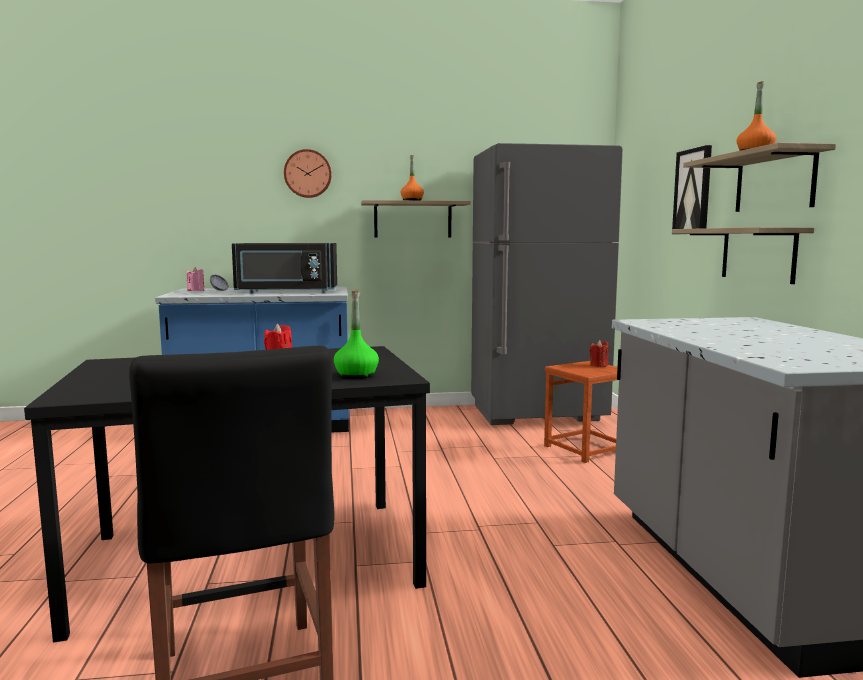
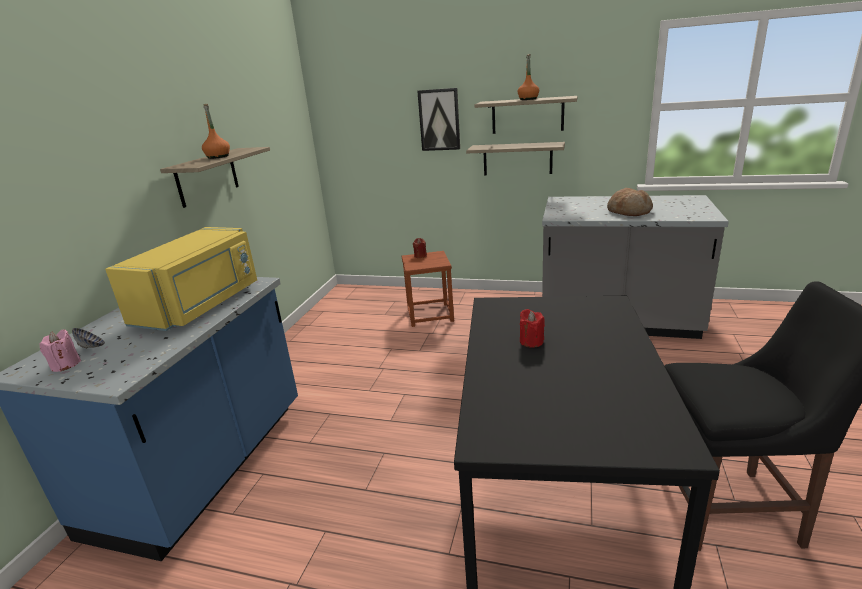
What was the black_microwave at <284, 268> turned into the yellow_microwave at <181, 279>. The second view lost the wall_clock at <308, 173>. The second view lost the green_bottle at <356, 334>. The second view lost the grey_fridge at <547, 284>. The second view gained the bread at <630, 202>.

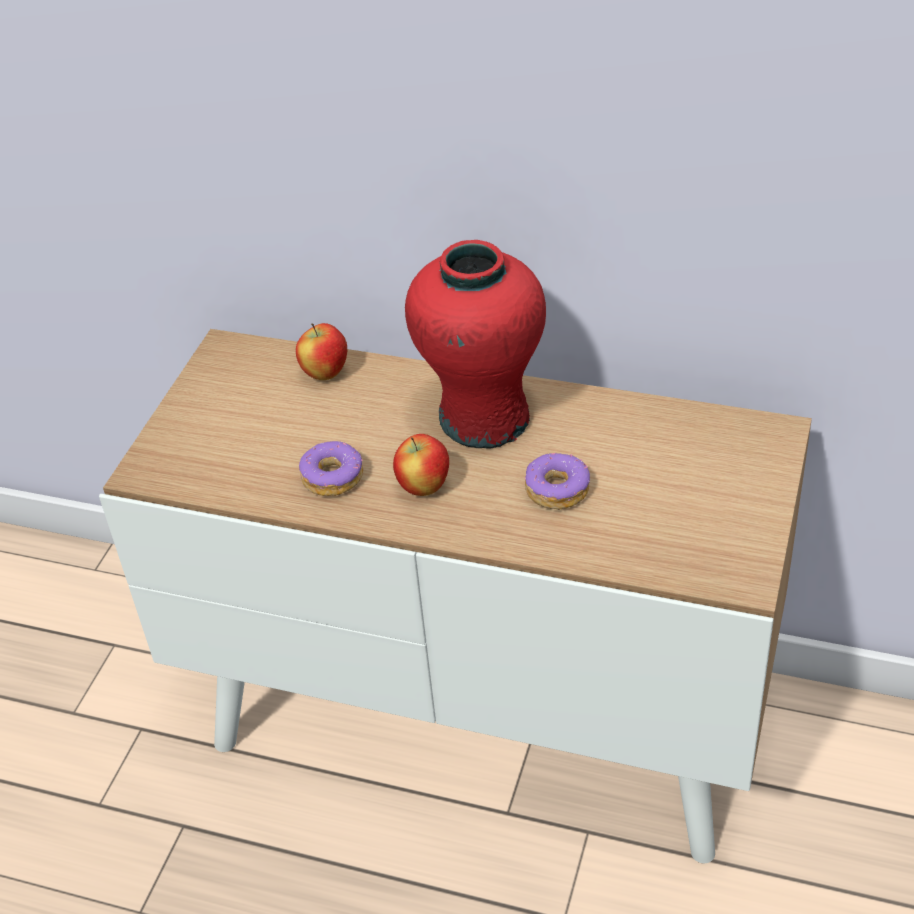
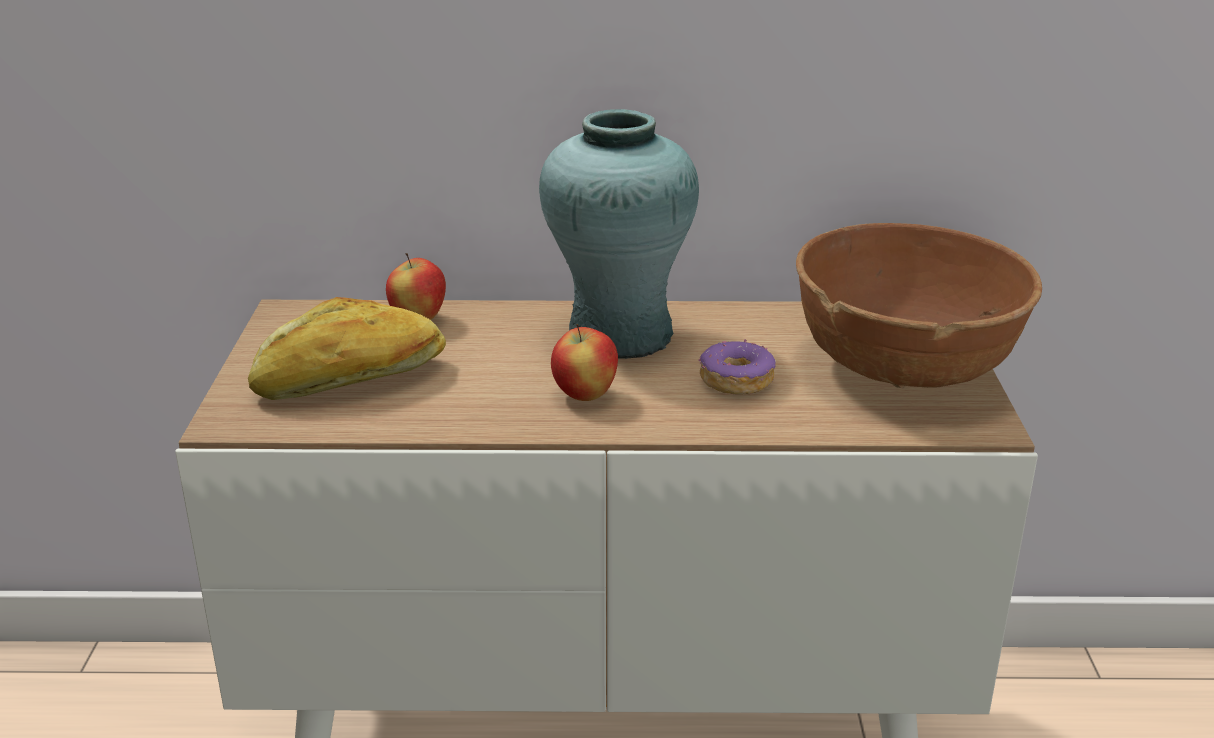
The second view lost the donut at <331, 468>. What was the red_vase at <475, 344> turned into the turquoise_vase at <619, 234>. The second view gained the bread at <347, 348>. The second view gained the brown_bowl at <919, 305>.

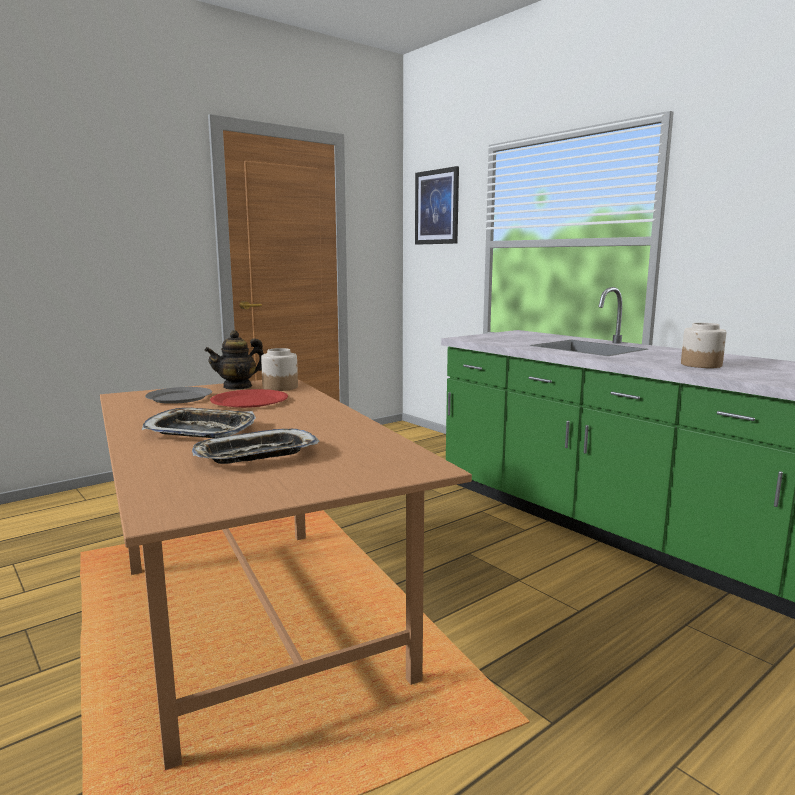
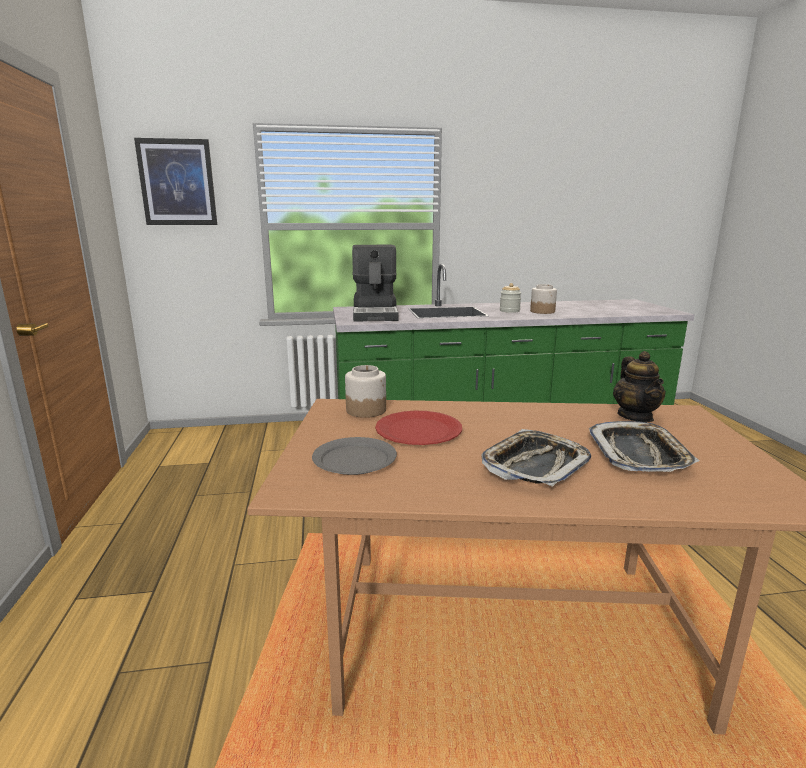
The teapot ended up elsewhere, having gone from <234, 360> to <639, 386>. The second view gained the coffee_machine at <375, 283>. The second view gained the jar at <510, 298>.

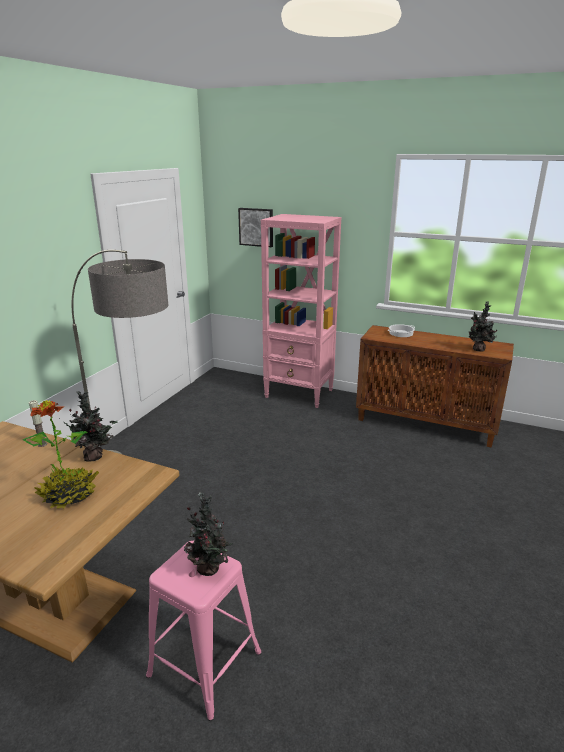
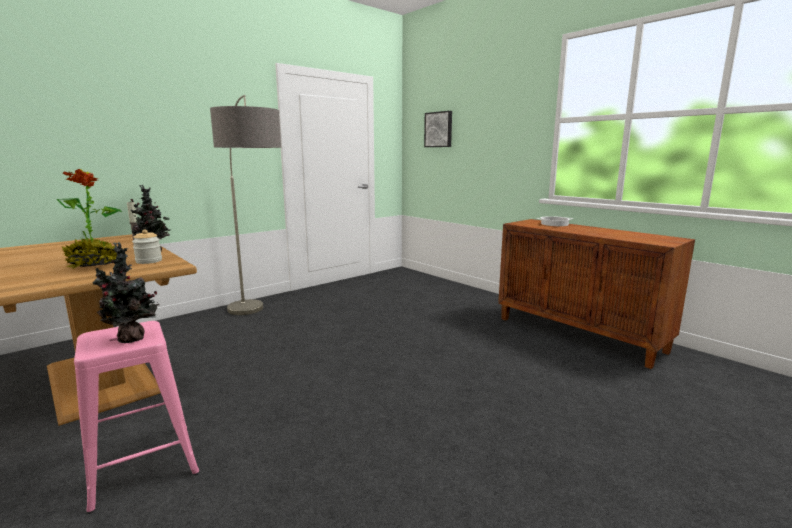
The second view lost the pink_bookcase at <301, 311>. The second view lost the potted_plant at <483, 326>. The second view gained the jar at <147, 247>.

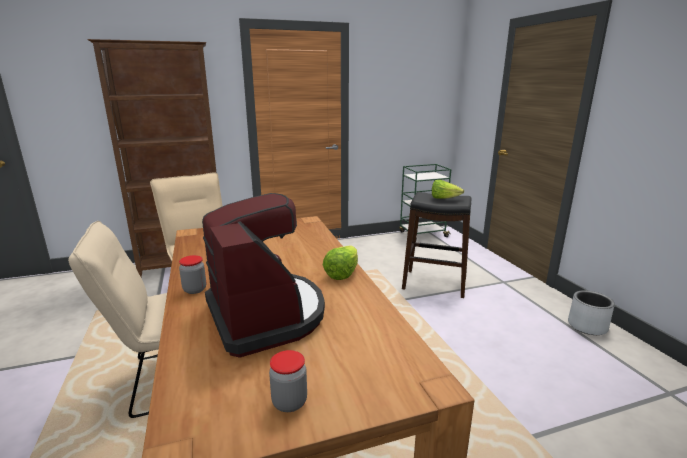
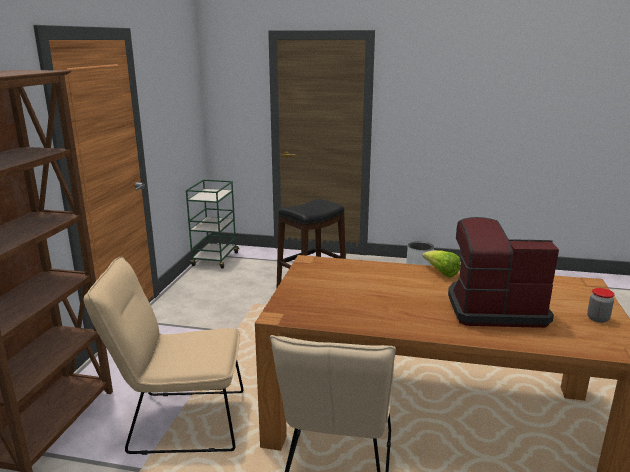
The second view lost the jar at <192, 274>. The second view lost the lettuce at <448, 189>.

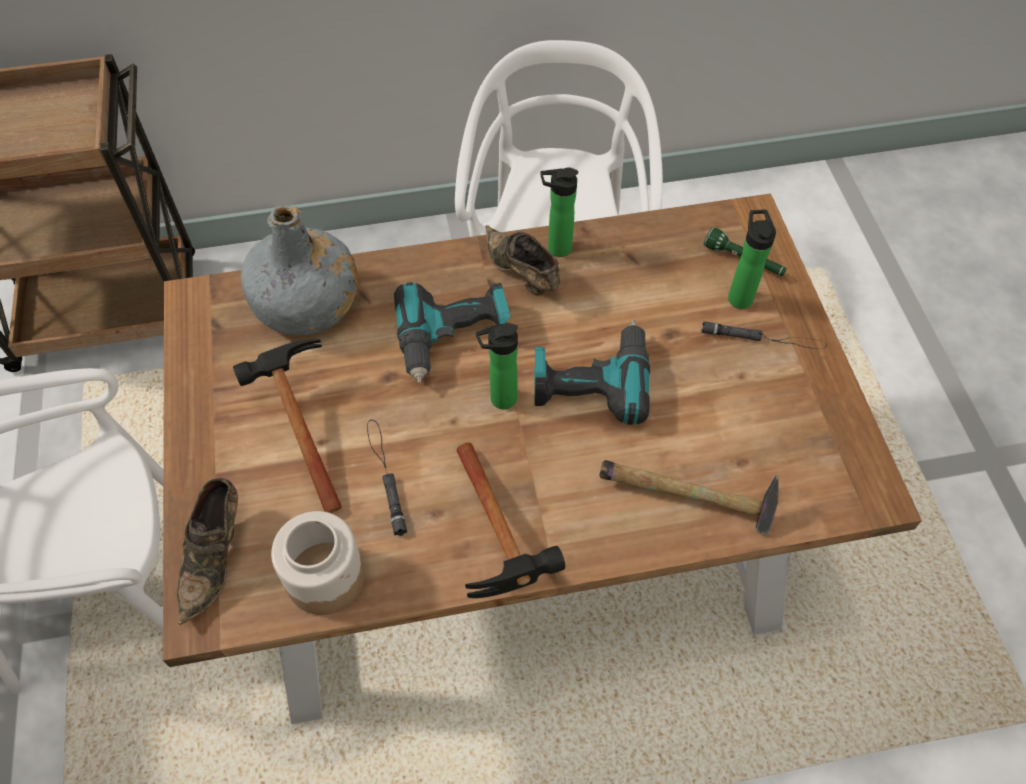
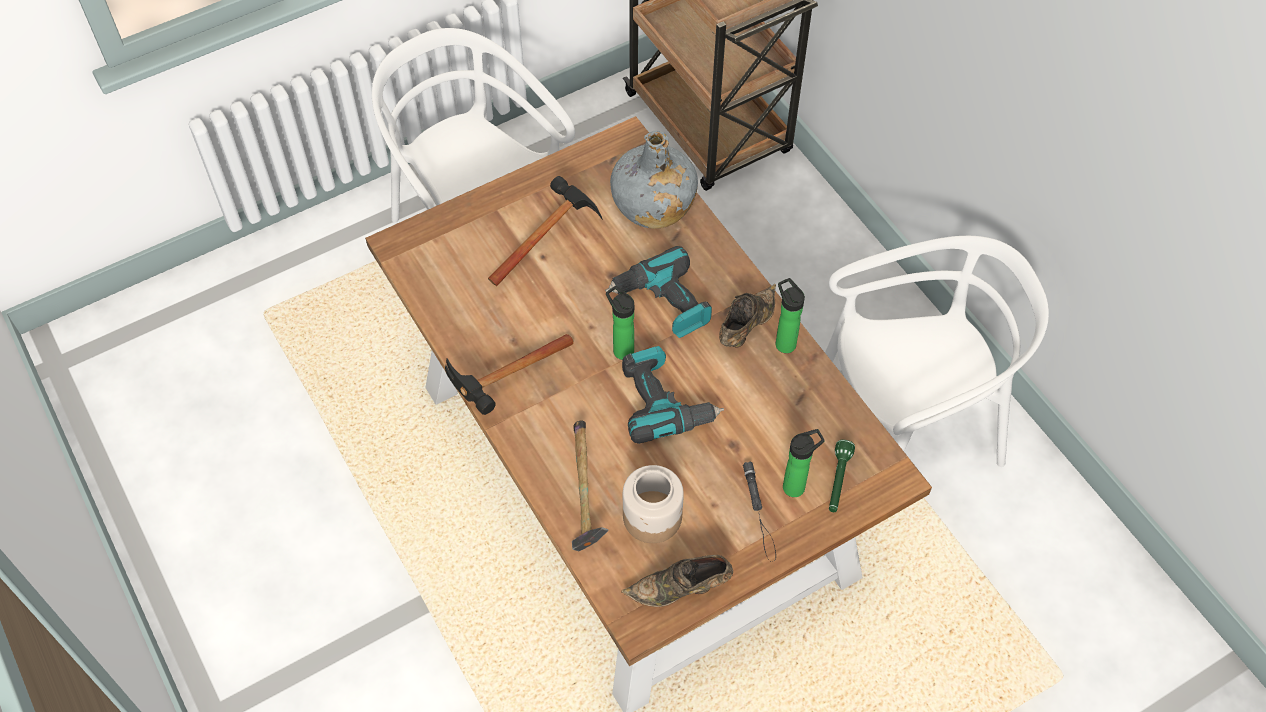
The brown_shoe ended up elsewhere, having gone from <207, 551> to <677, 581>. The jar ended up elsewhere, having gone from <317, 563> to <653, 504>. The second view lost the black_flashlight at <387, 478>.

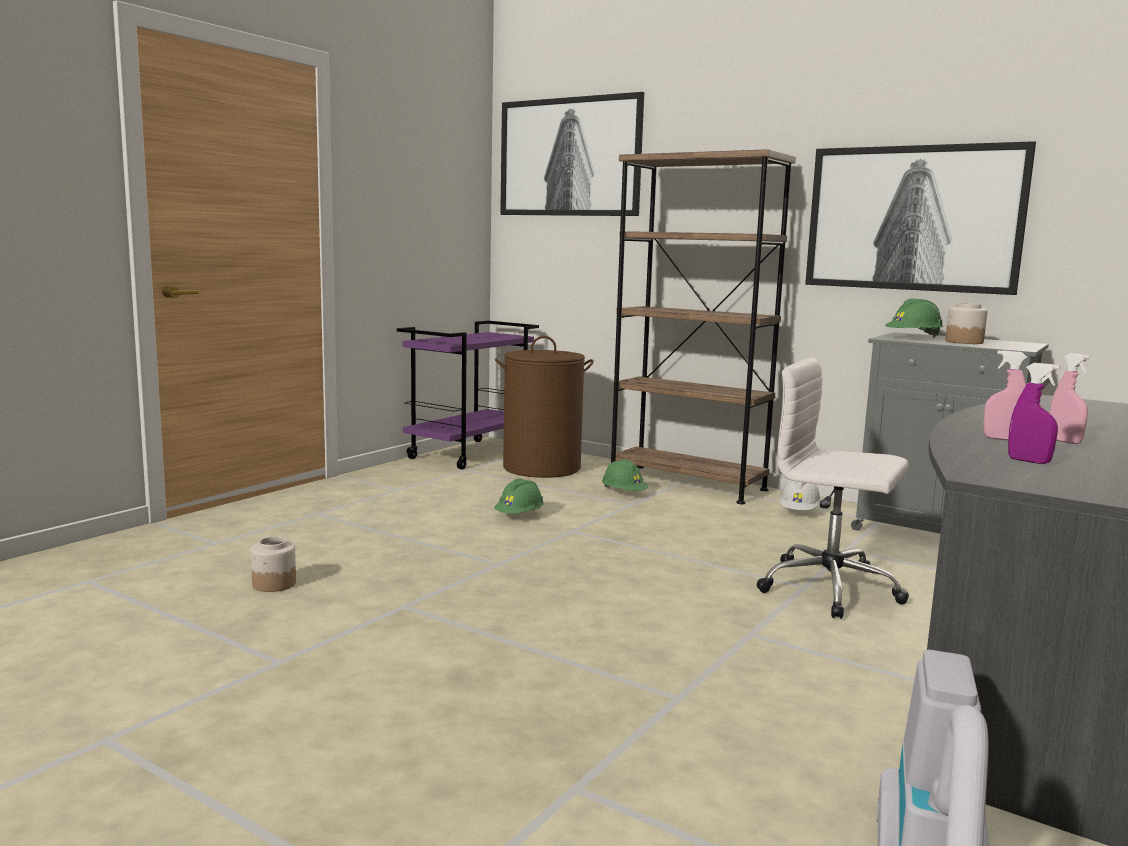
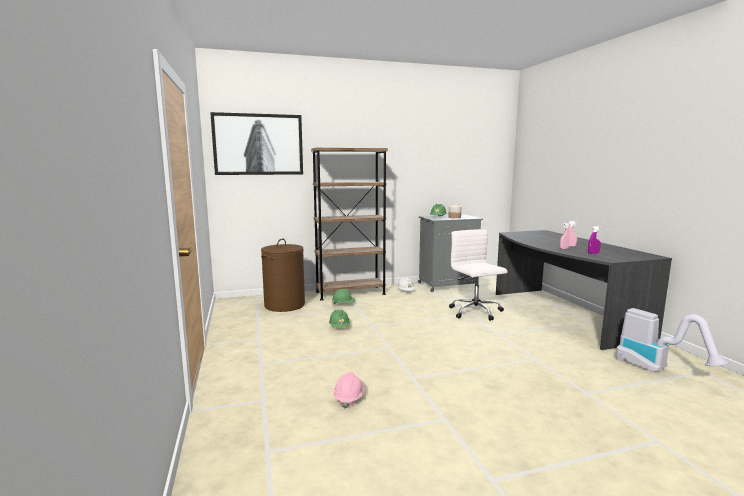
Where the jar stood at <273, 564>, the pink_hard_hat came to stand at <349, 390>. The second view lost the purple_cart at <468, 395>. The white_office_chair at <833, 488> ended up facing another way, 90 degrees clockwise from before. The second view lost the picture at <920, 218>.

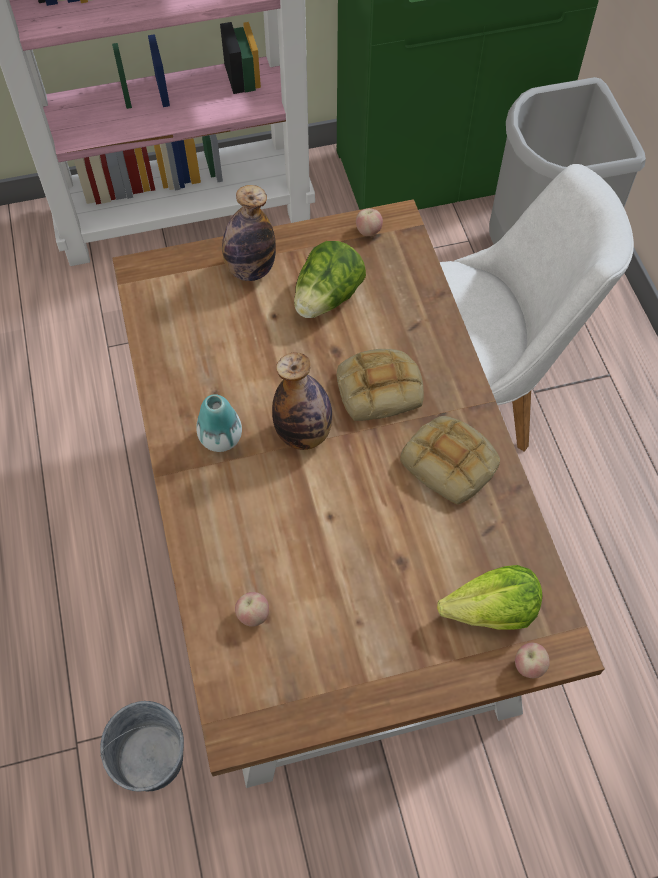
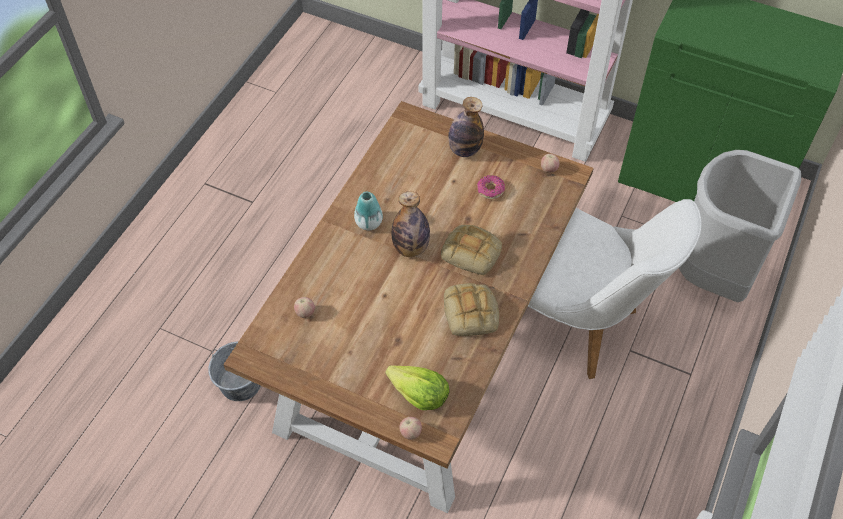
Where the lettuce stood at <330, 279>, the donut came to stand at <491, 187>.

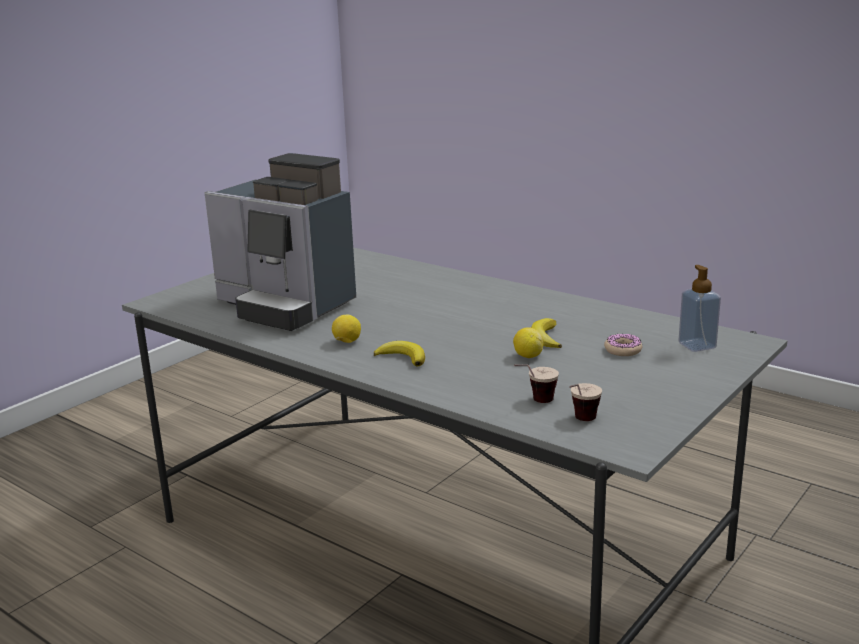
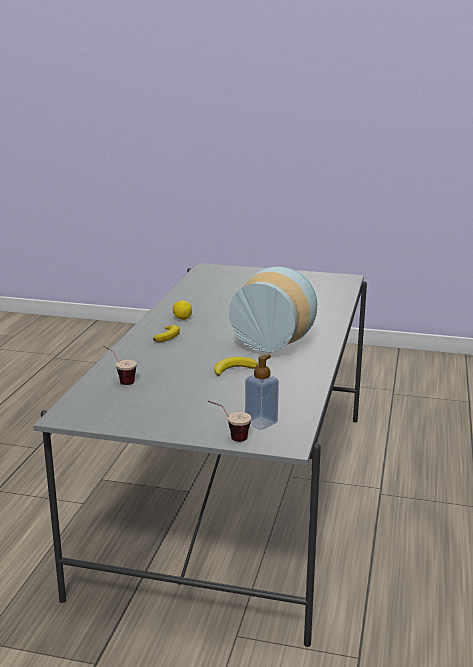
The second view lost the coffee_machine at <280, 242>. The second view lost the lemon at <528, 342>. The cup ended up elsewhere, having gone from <585, 402> to <229, 421>. The second view lost the donut at <623, 345>. The second view gained the vase at <273, 309>.

